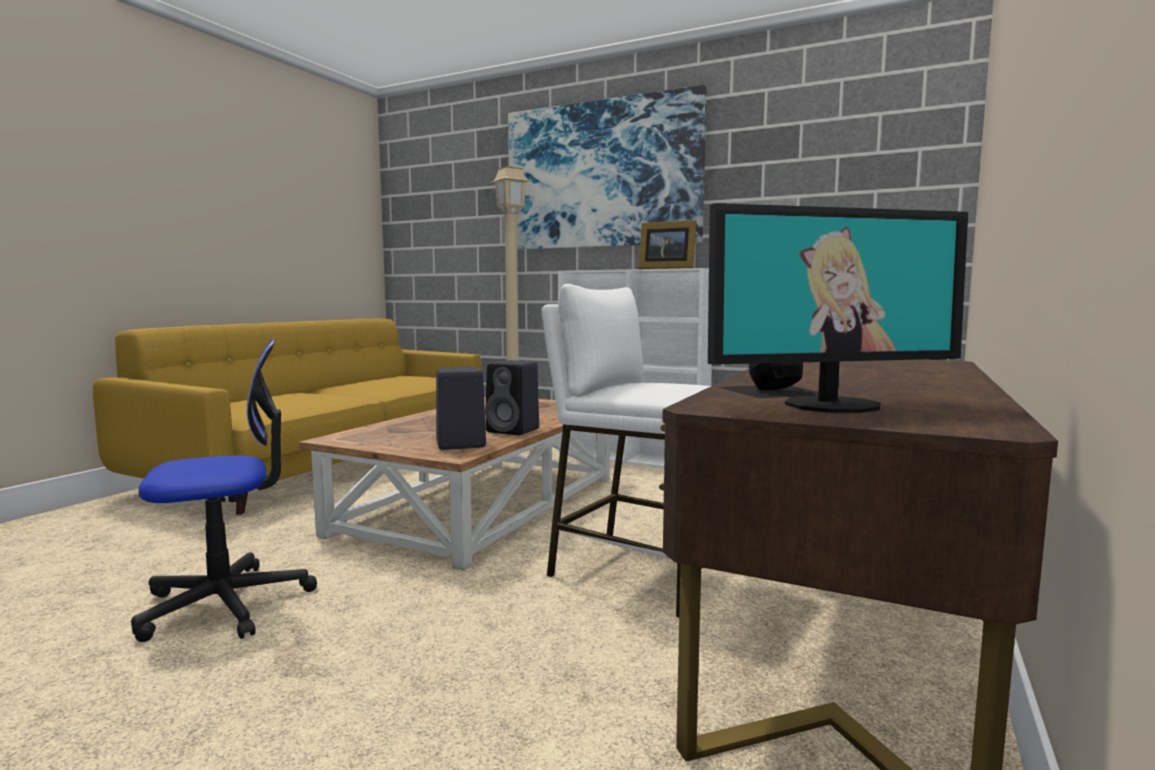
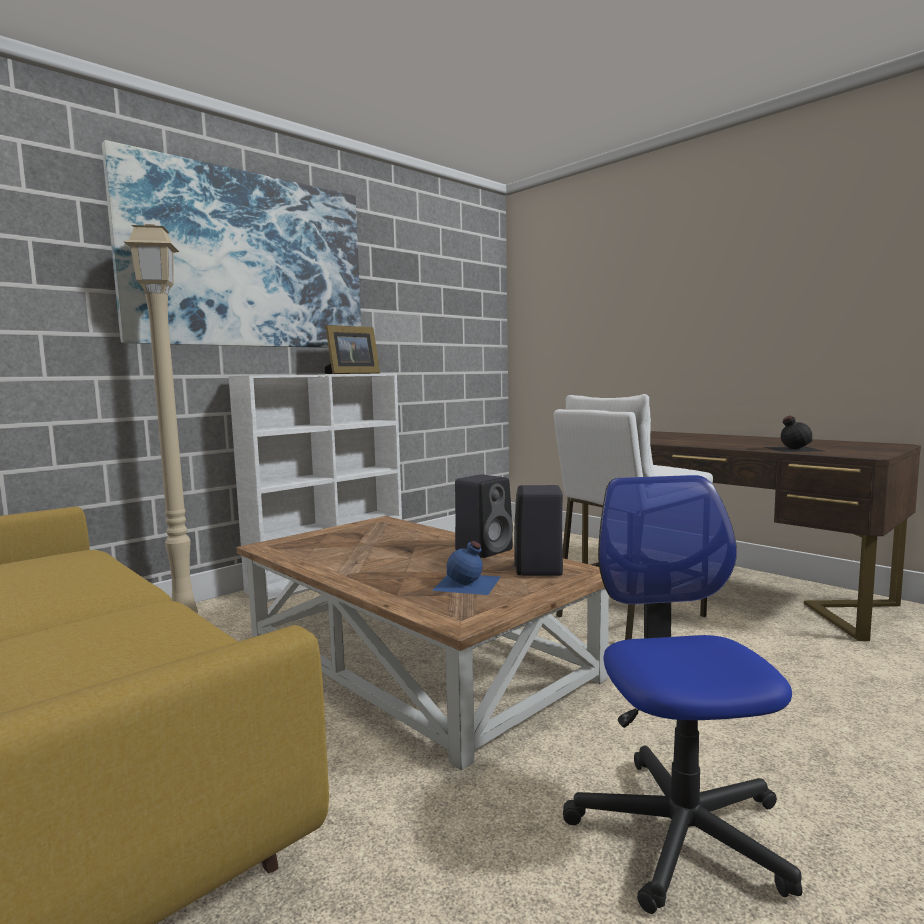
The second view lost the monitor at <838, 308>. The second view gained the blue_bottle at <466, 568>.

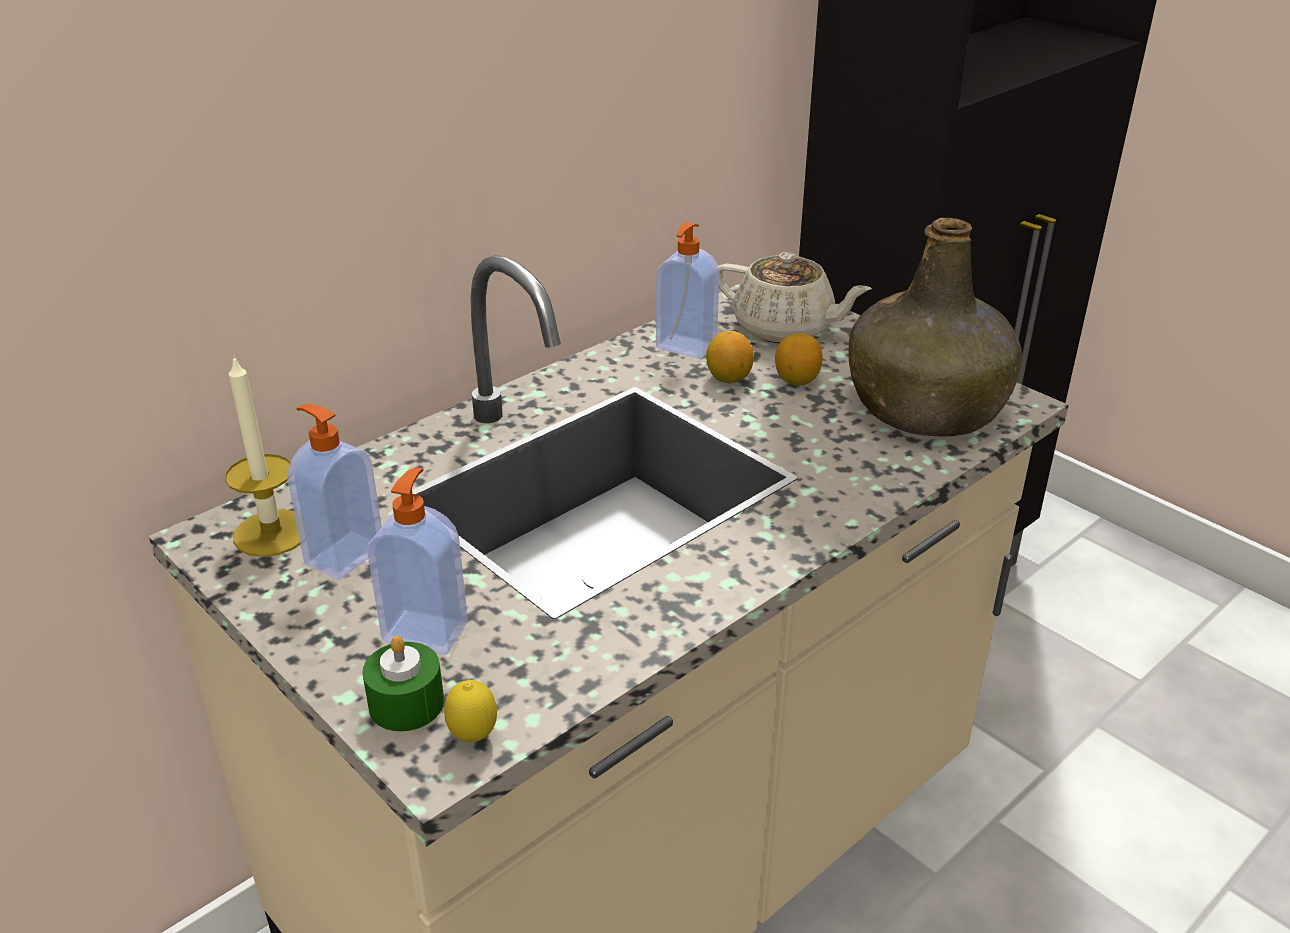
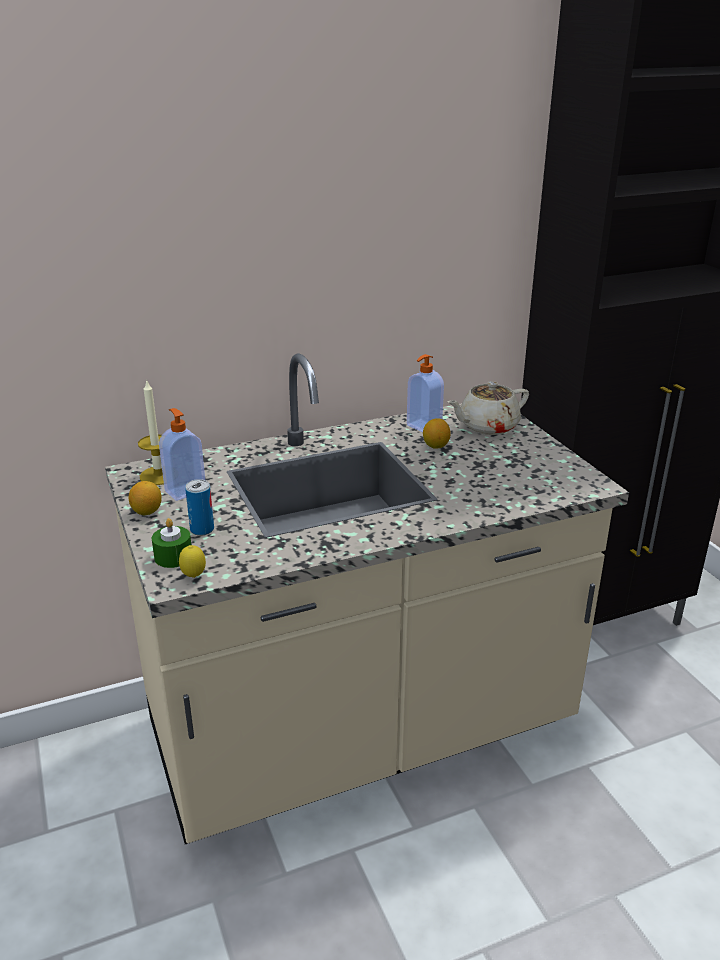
Where the soap_dispenser stood at <417, 561>, the can came to stand at <199, 507>. The beige_teapot at <795, 297> ended up facing another way, 105 degrees clockwise from before. The lemon ended up elsewhere, having gone from <799, 359> to <145, 498>. The second view lost the green_bottle at <935, 327>.

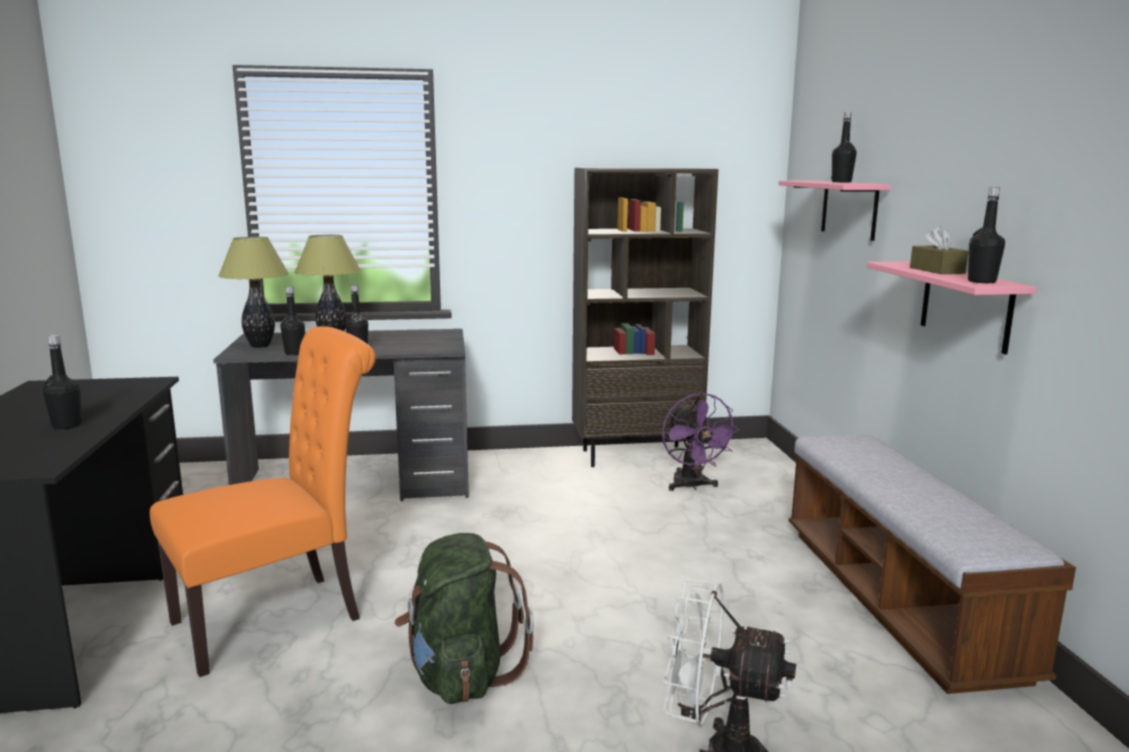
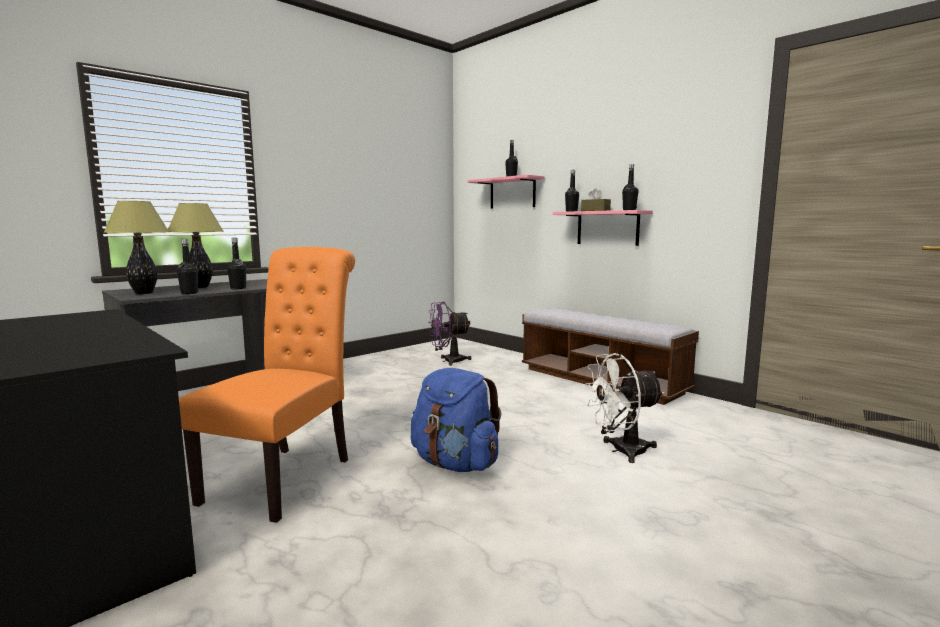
The black_bottle ended up elsewhere, having gone from <63, 382> to <572, 191>. What was the green_backpack at <464, 618> turned into the blue_backpack at <456, 420>. The second view lost the brown_bookcase at <645, 317>. The purple_fan at <700, 441> ended up facing another way, 120 degrees clockwise from before.

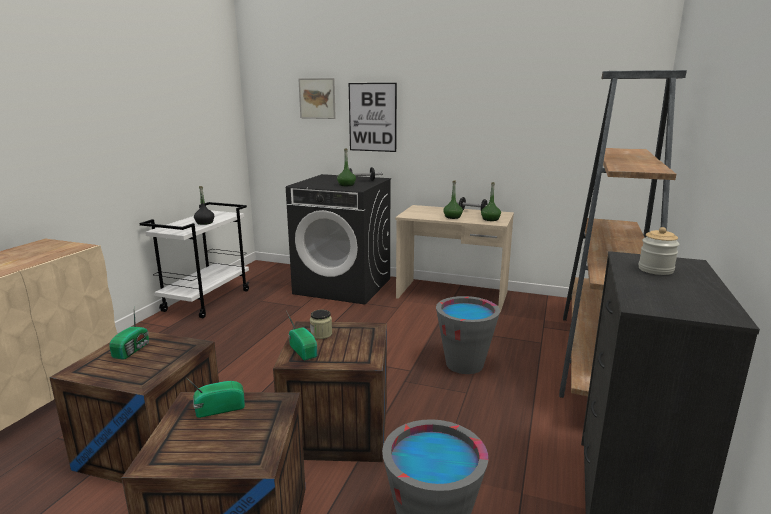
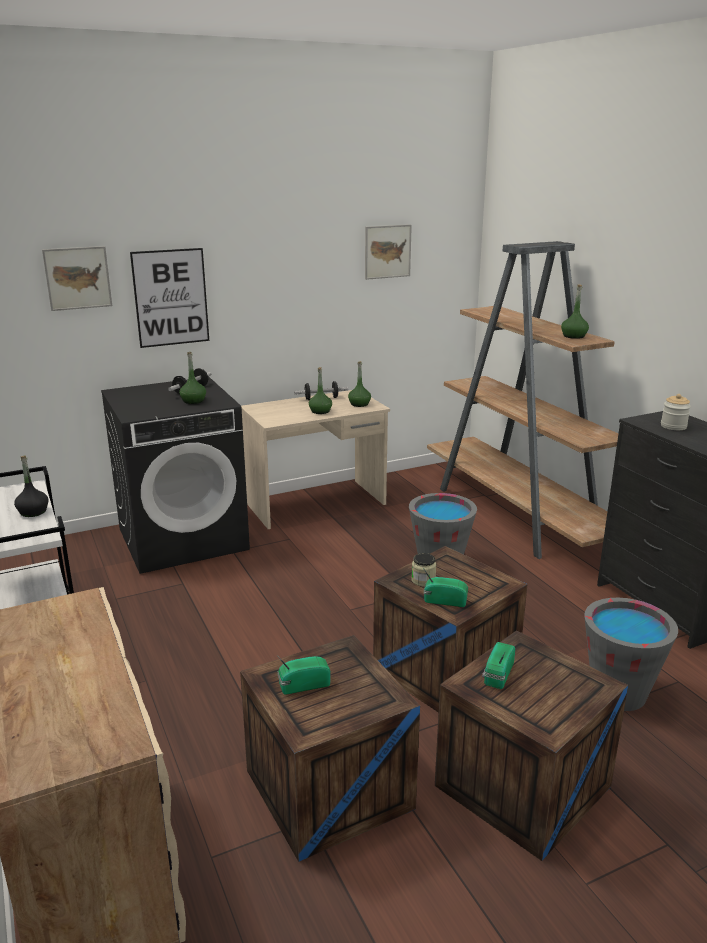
The radio at <129, 334> ended up facing another way, 75 degrees counterclockwise from before. The second view gained the picture at <388, 252>. The second view gained the green_bottle at <575, 311>.

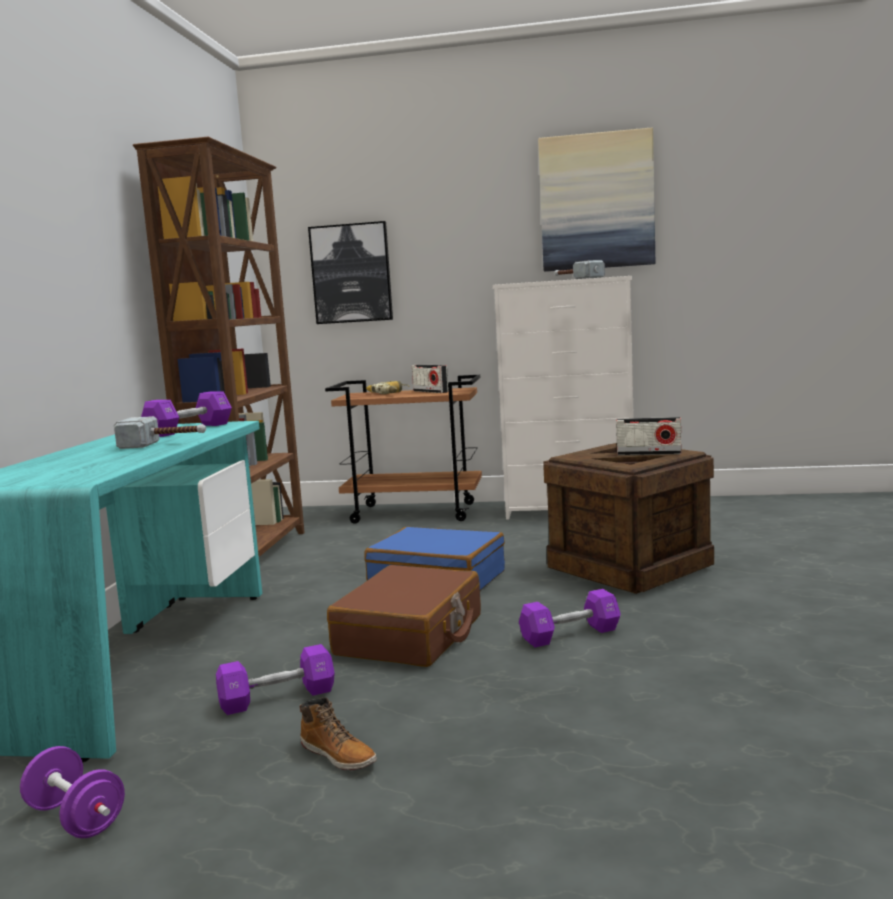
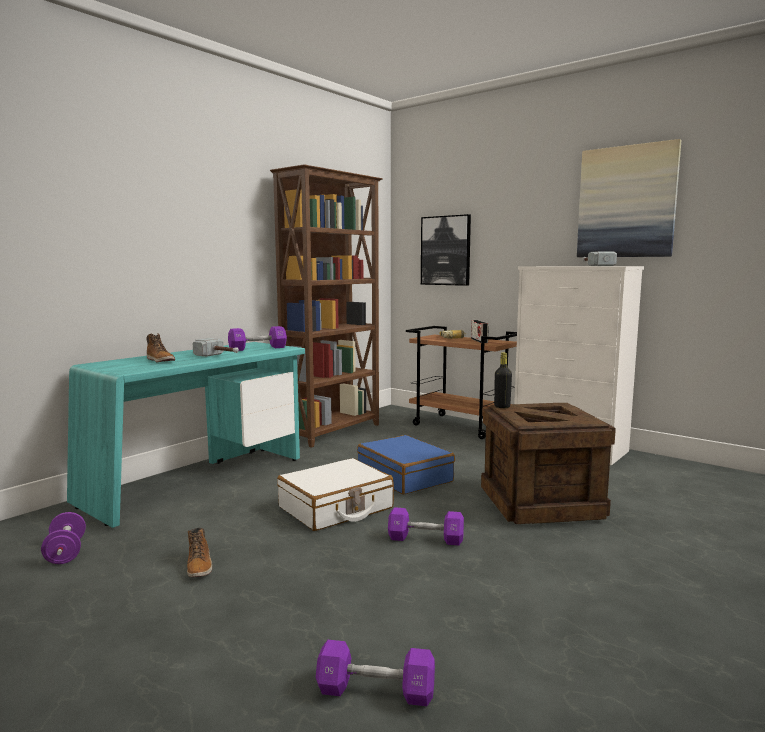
The purple_dumbbell ended up elsewhere, having gone from <275, 679> to <375, 673>. What was the brown_suitcase at <404, 616> turned into the white_suitcase at <335, 494>. The second view lost the radio at <649, 436>. The second view gained the boot at <160, 348>. The second view gained the black_bottle at <503, 380>.

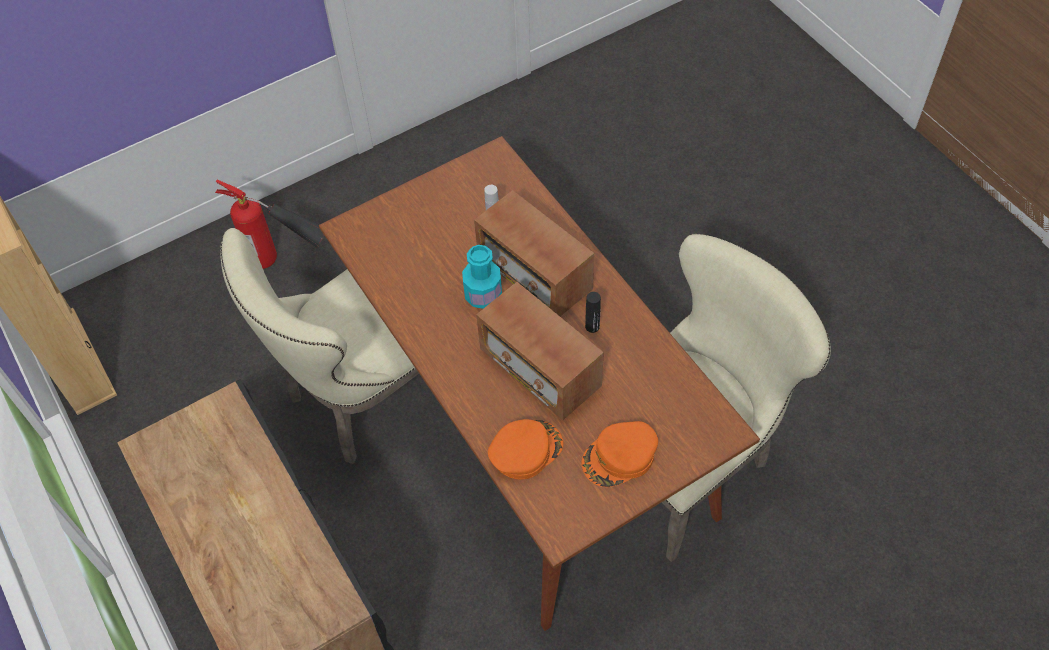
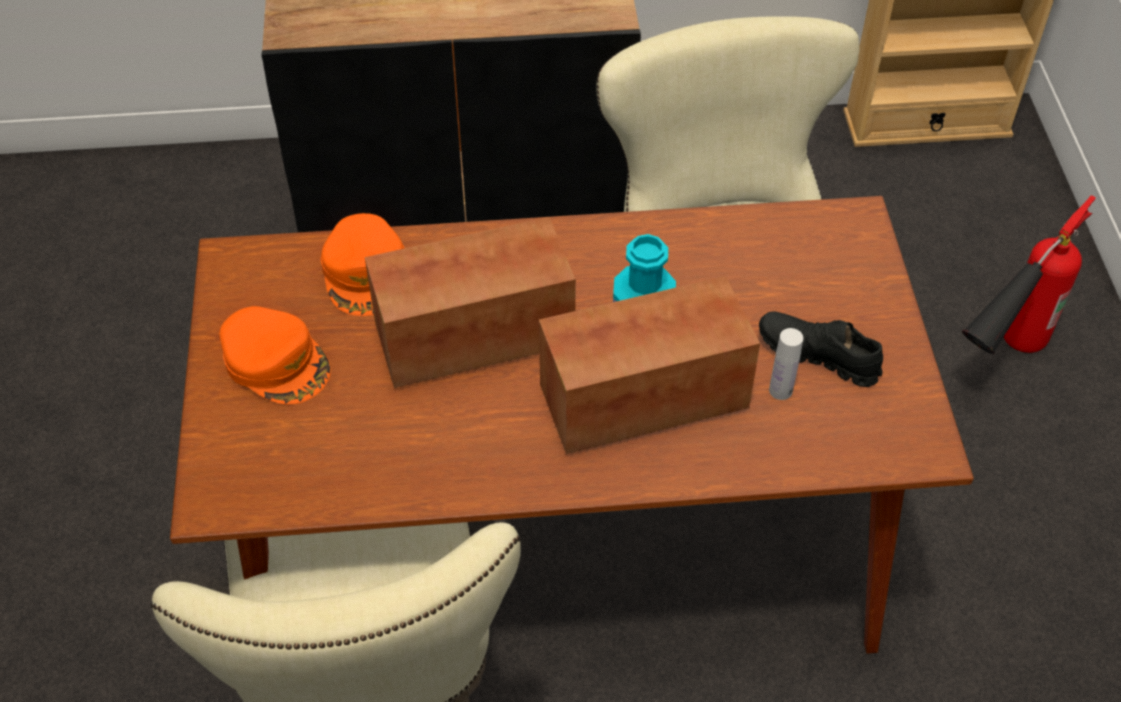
The orange_cap at <620, 454> ended up facing another way, 135 degrees clockwise from before. The second view lost the black_bottle at <593, 312>. The second view gained the black_shoe at <821, 349>.

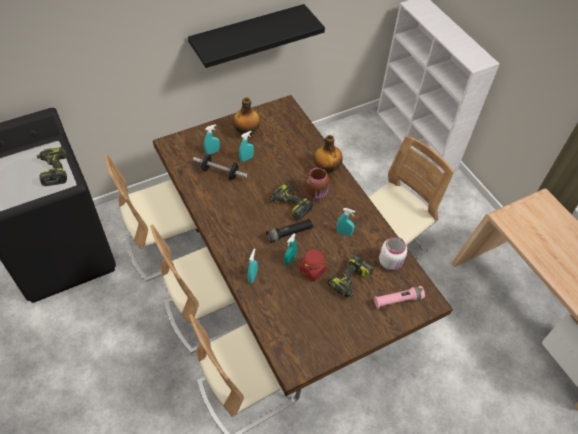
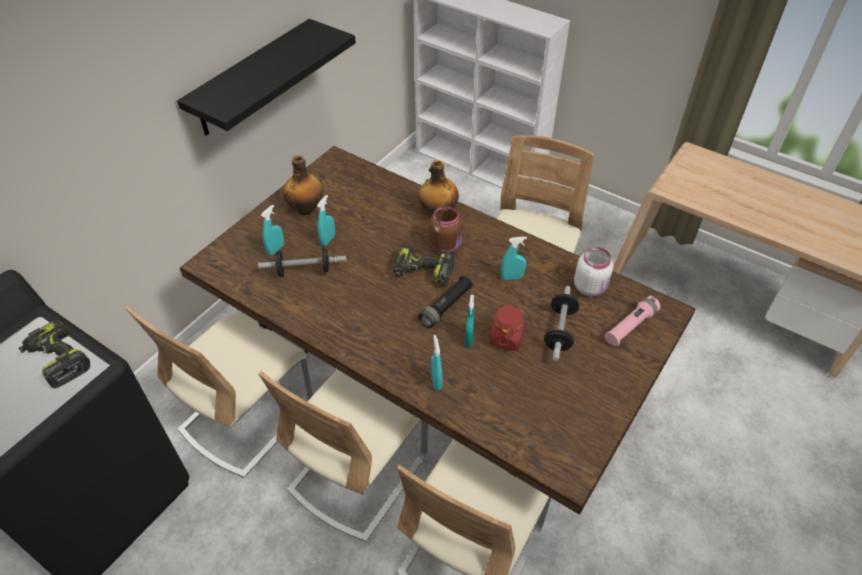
Where the power_drill stood at <350, 276>, the dumbbell came to stand at <561, 323>.

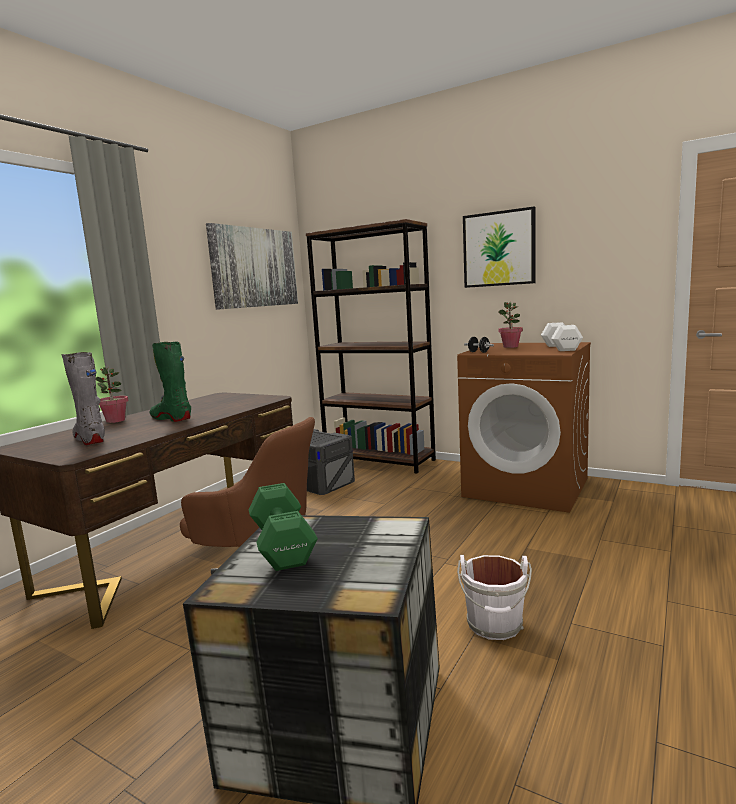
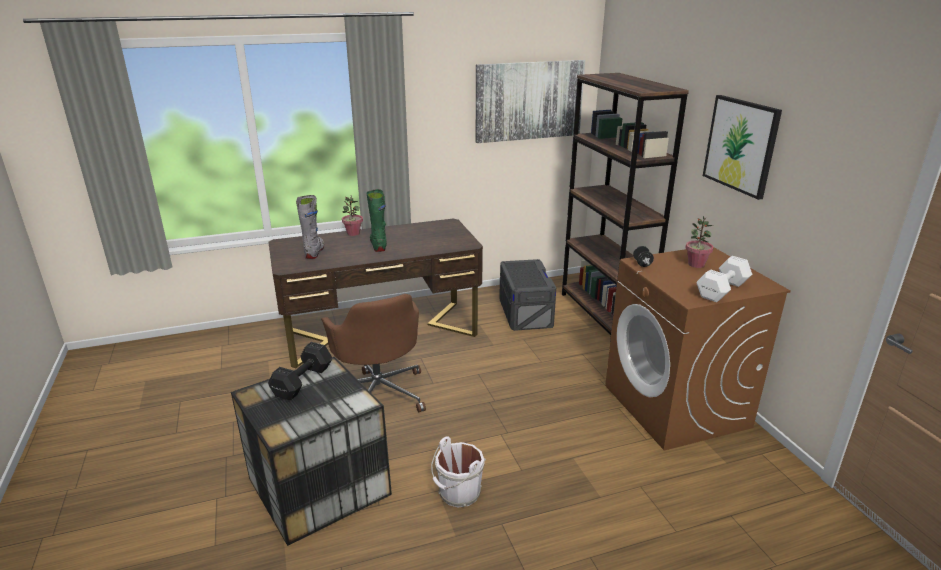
What was the green_dumbbell at <283, 527> turned into the black_dumbbell at <300, 371>.

